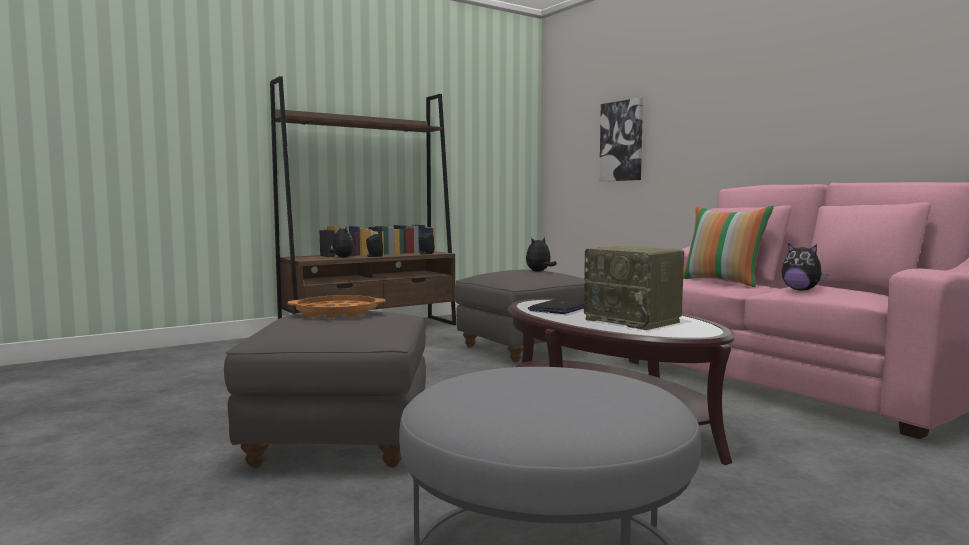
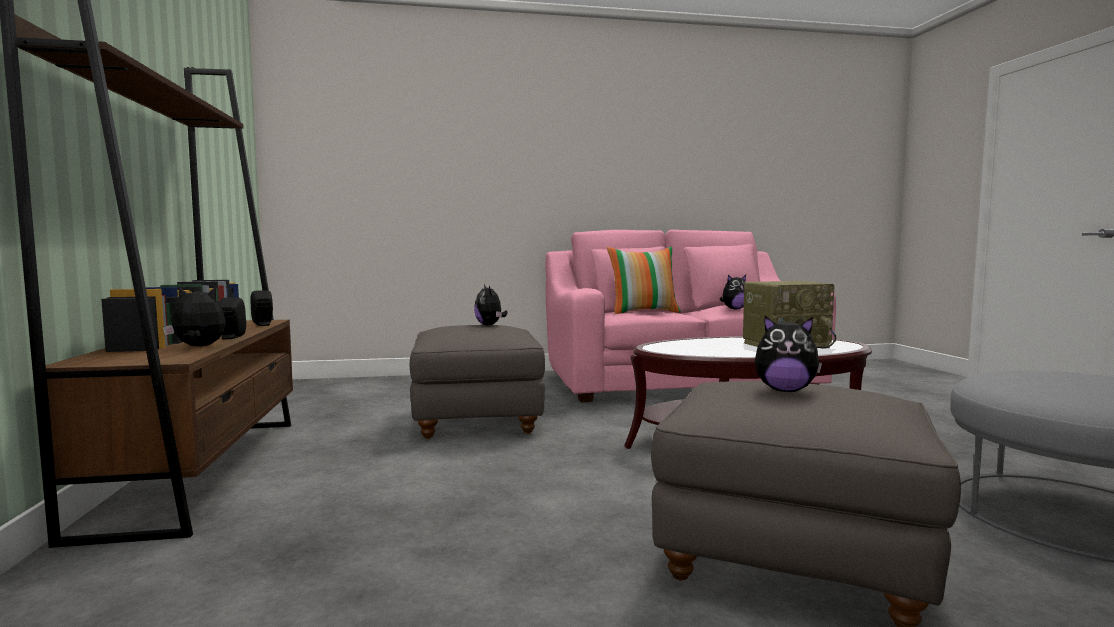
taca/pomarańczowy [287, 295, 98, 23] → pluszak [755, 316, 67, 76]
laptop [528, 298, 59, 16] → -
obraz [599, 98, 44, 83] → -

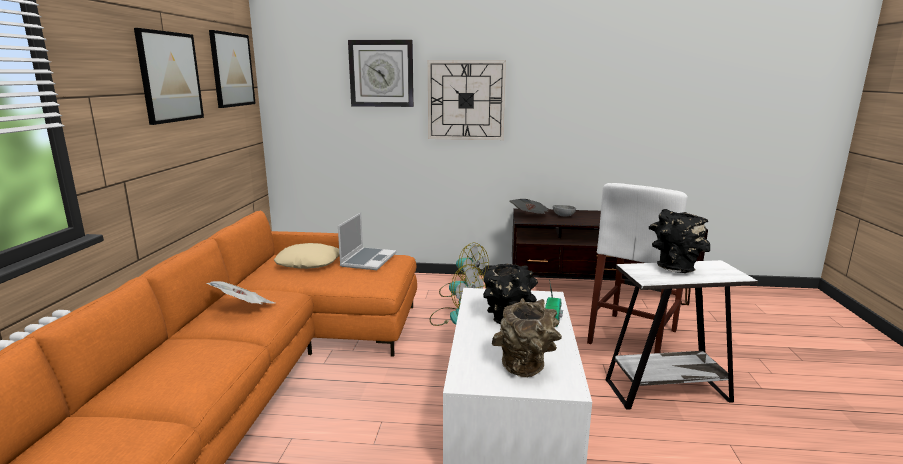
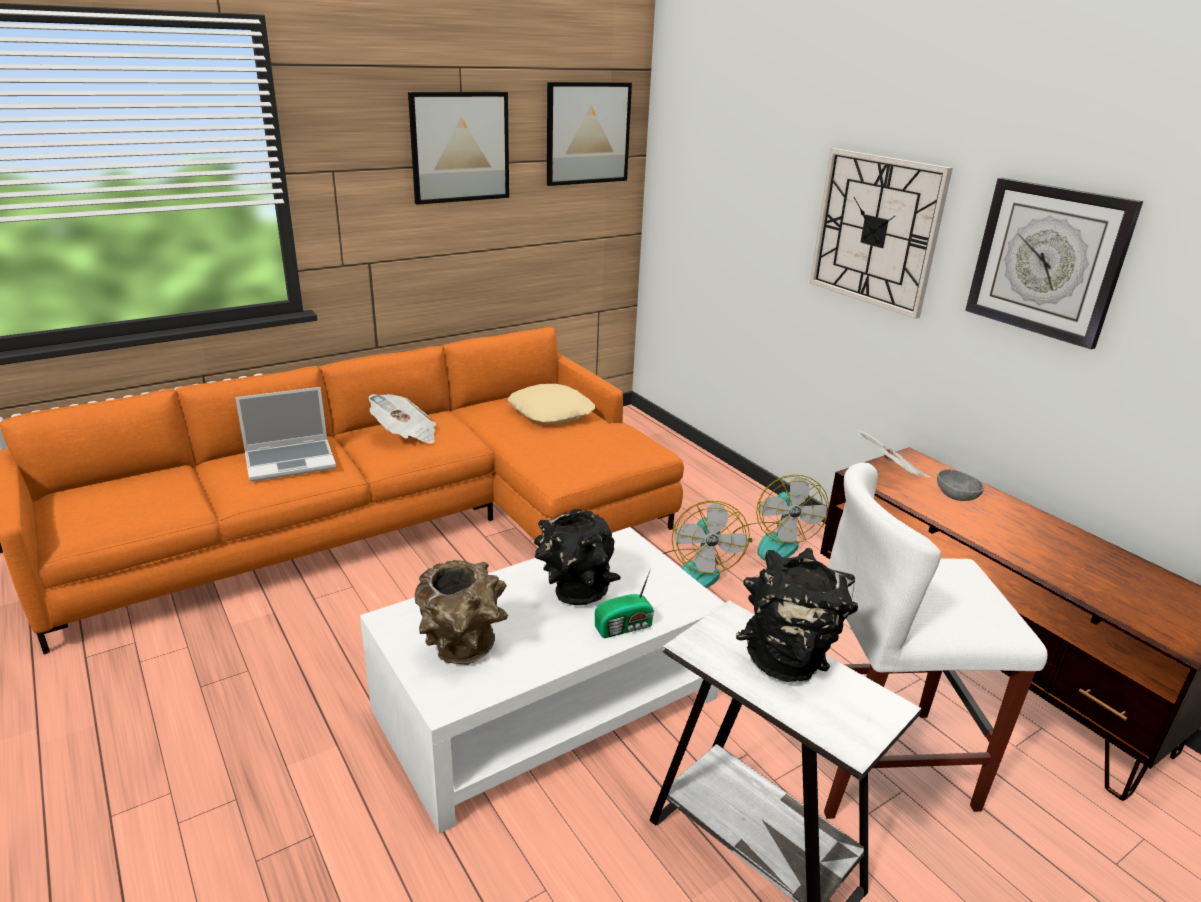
laptop [338, 213, 58, 57] → laptop [235, 387, 101, 95], relocated
zegar ścienny [348, 40, 66, 67] → zegar ścienny [965, 178, 178, 172], relocated

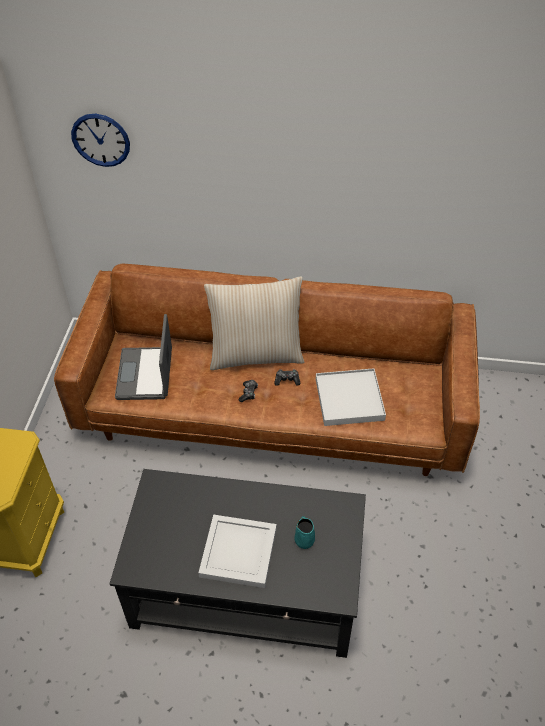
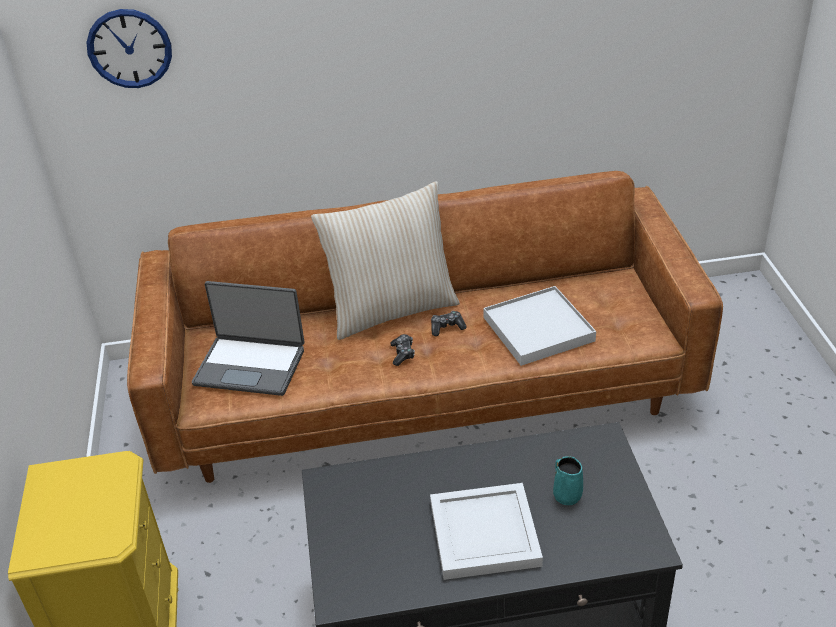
laptop [115, 314, 57, 86] → laptop [192, 281, 113, 115], 60 degrees counterclockwise

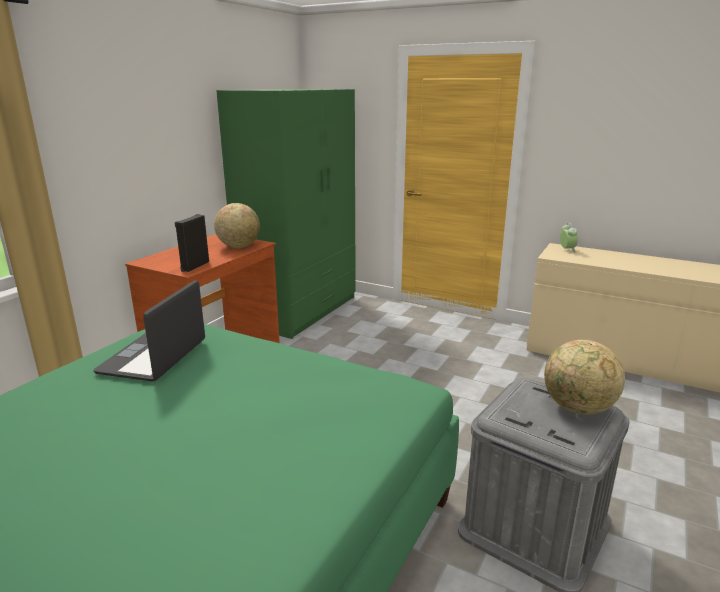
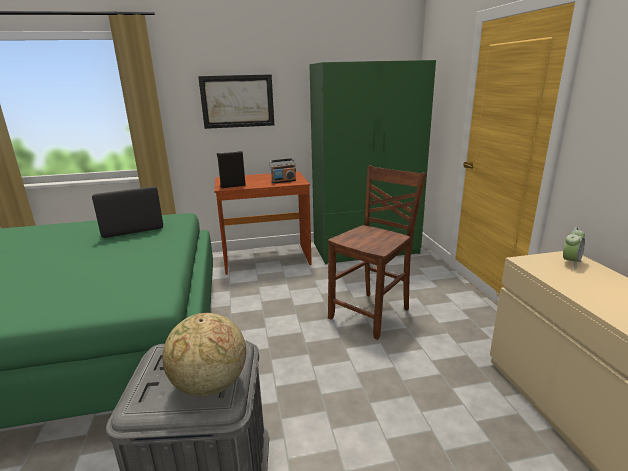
- → obraz [198, 74, 76, 55]
globus [214, 203, 46, 45] → radio [269, 158, 27, 26]
- → krzesło/brązowy [328, 165, 98, 175]

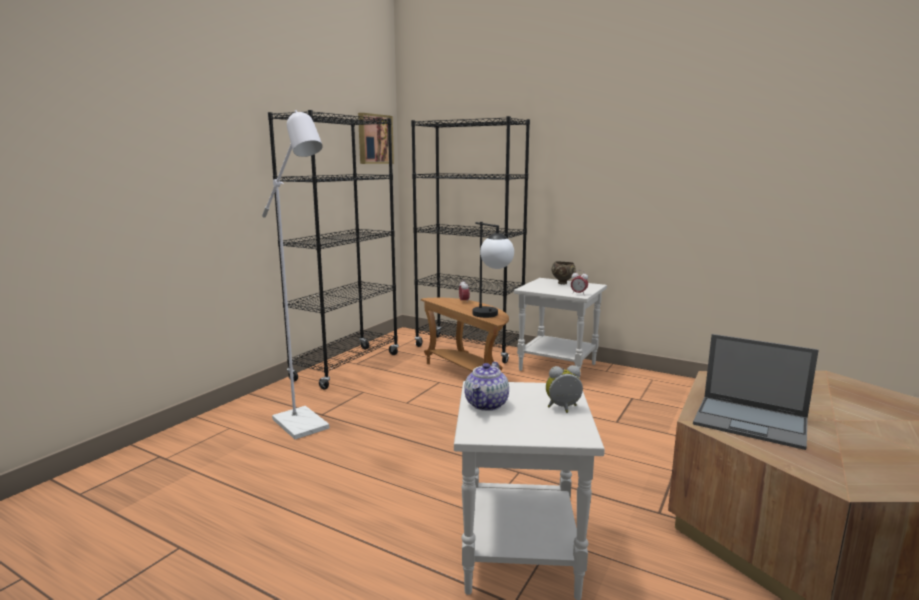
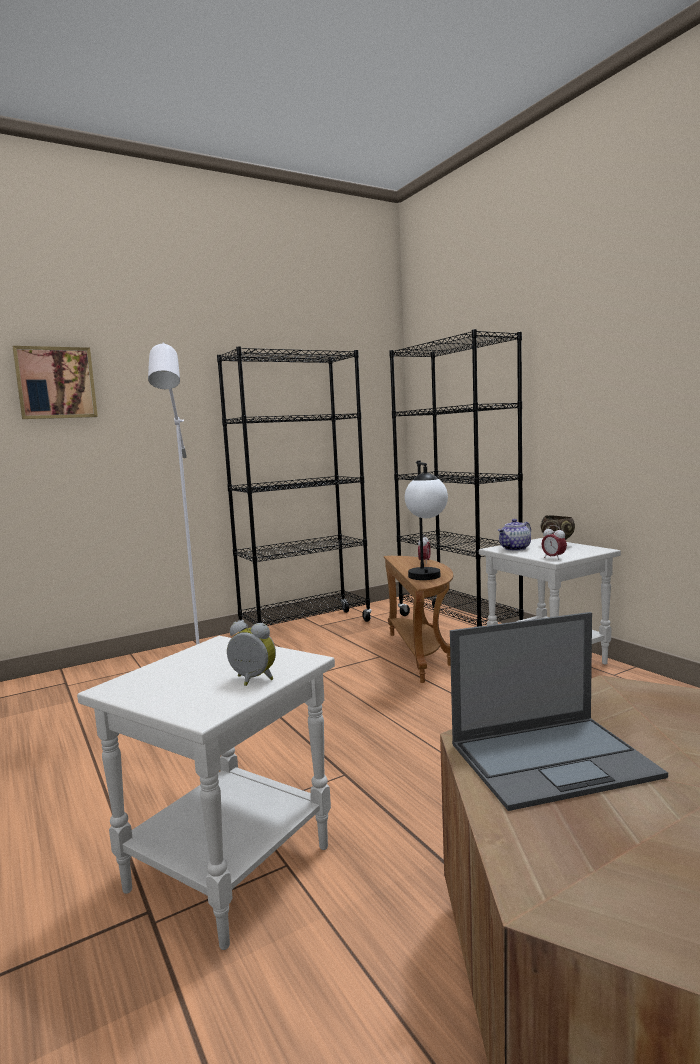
obraz [358, 113, 36, 51] → obraz [13, 346, 85, 73], relocated
laptop [693, 334, 126, 116] → laptop [450, 612, 218, 199], 75 degrees counterclockwise
imbryk [464, 362, 45, 49] → imbryk [498, 519, 33, 32], relocated

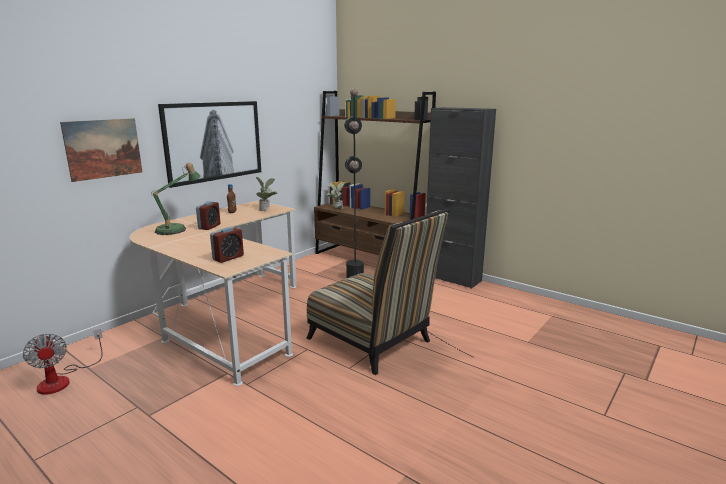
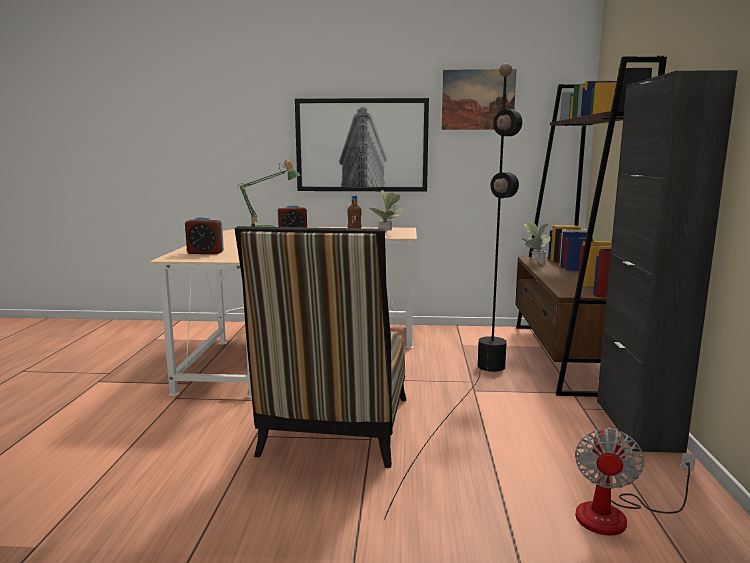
obraz [60, 118, 82, 64] → obraz [442, 69, 75, 61], relocated
wentylator [23, 329, 80, 66] → wentylator [575, 427, 121, 108], relocated

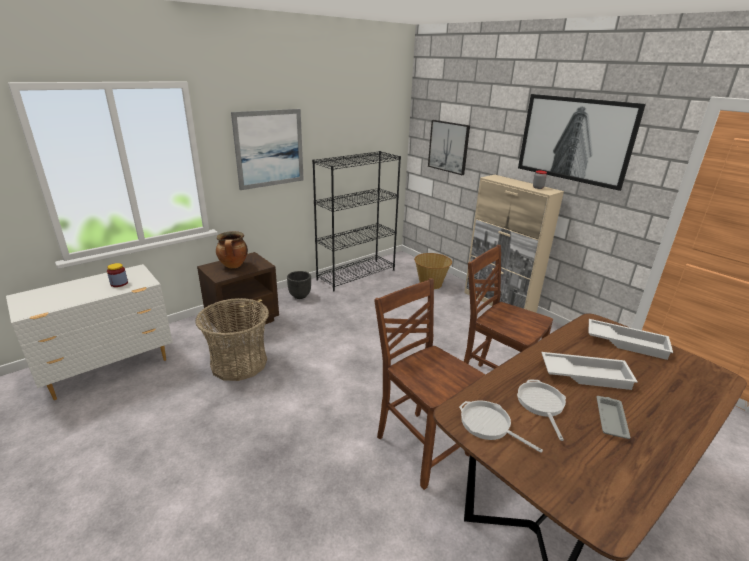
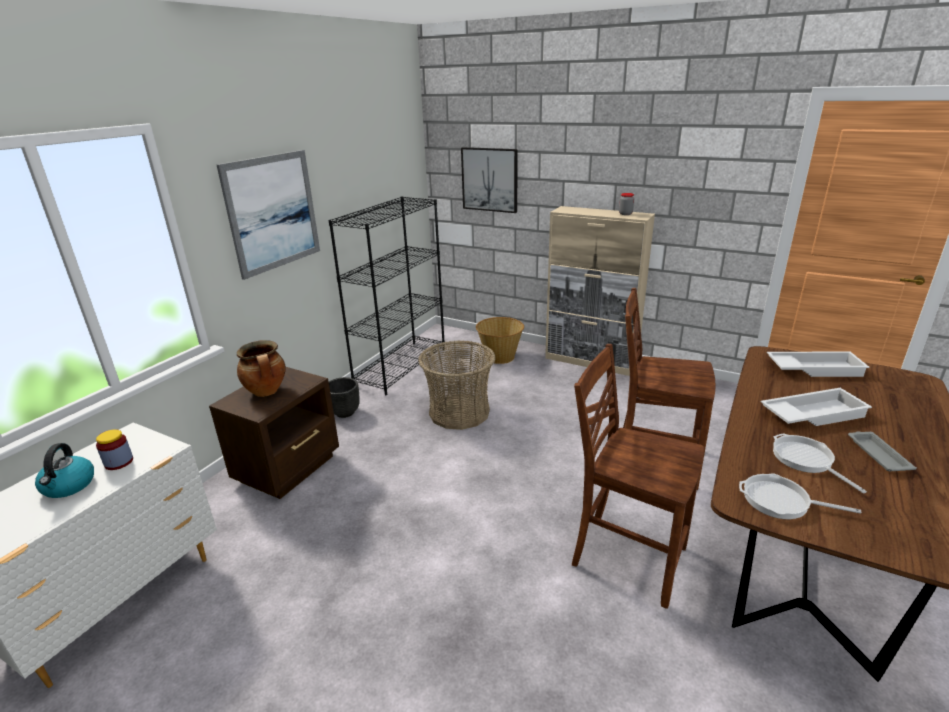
- → czajnik [35, 443, 59, 55]
koszyk [195, 298, 74, 83] → koszyk [418, 341, 78, 89], relocated
obraz [518, 94, 128, 97] → -

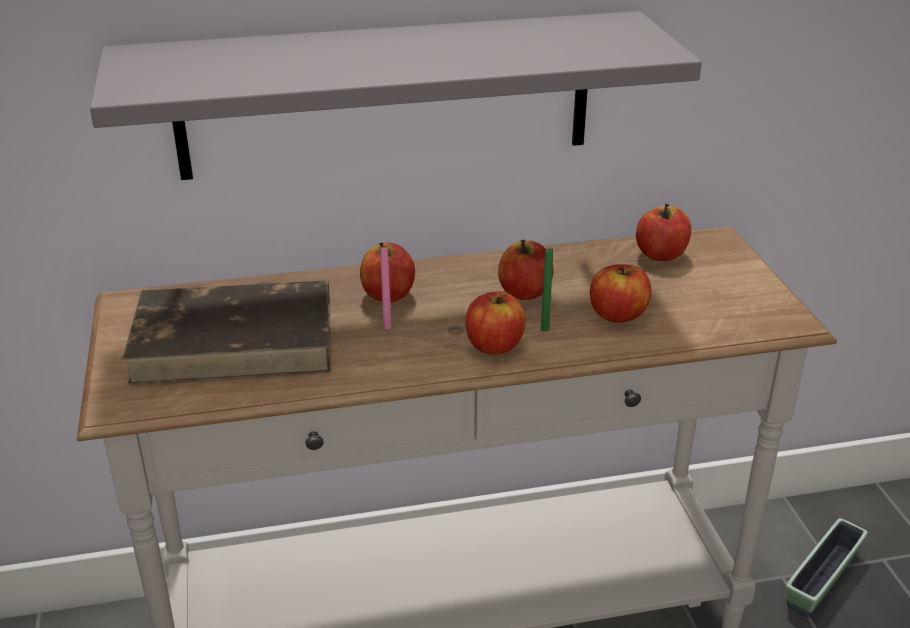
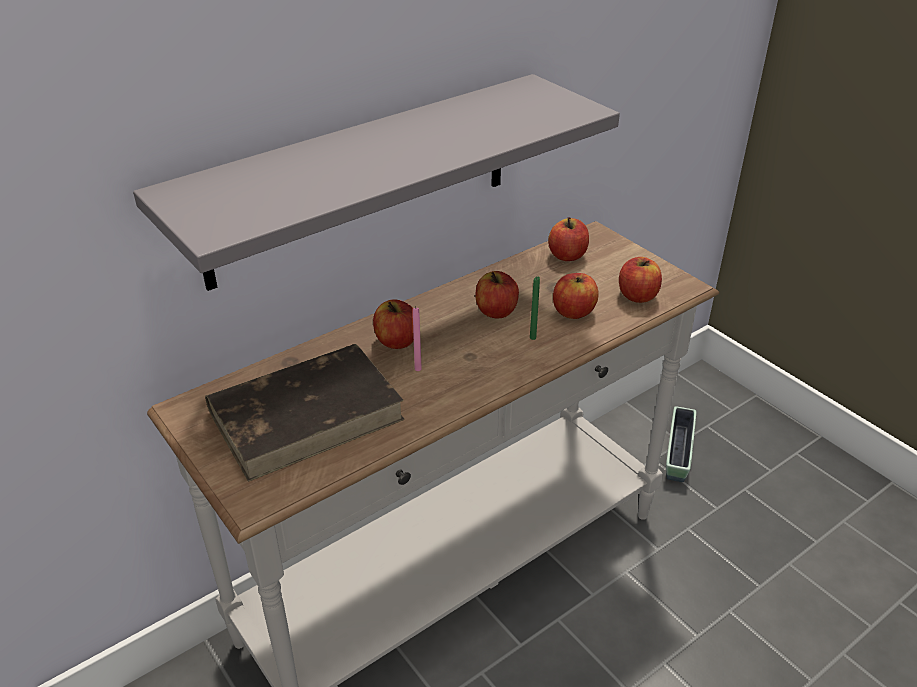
jabłko [466, 291, 60, 64] → jabłko [619, 257, 43, 46], relocated

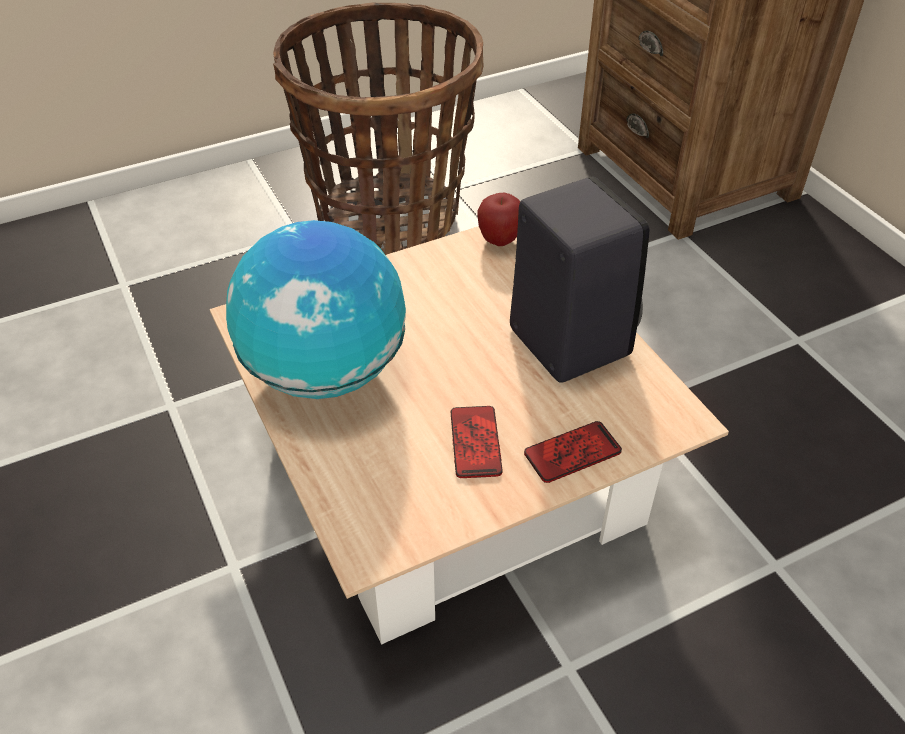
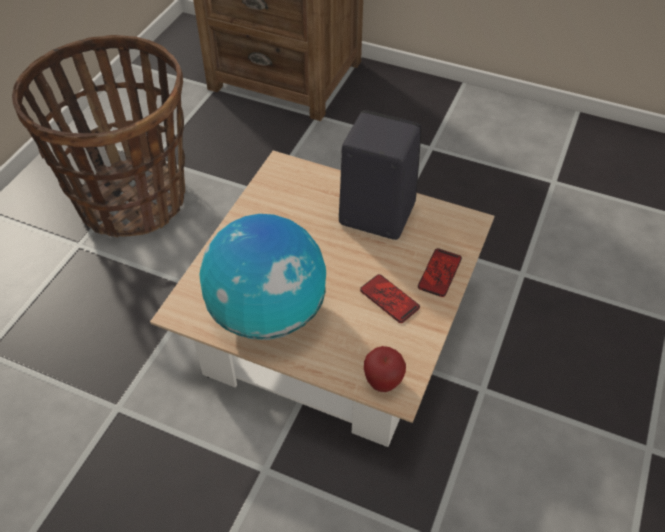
jabłko [477, 192, 43, 54] → jabłko [364, 346, 42, 46], relocated

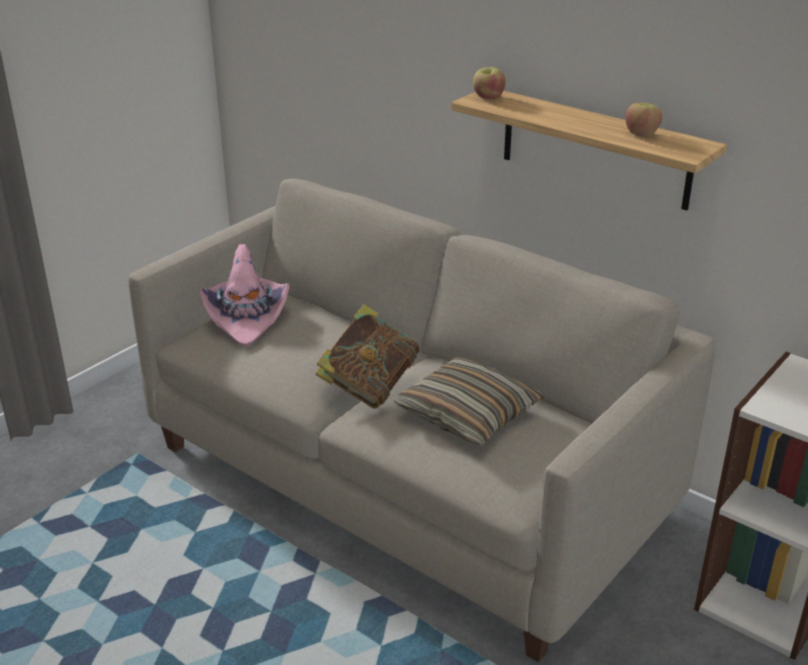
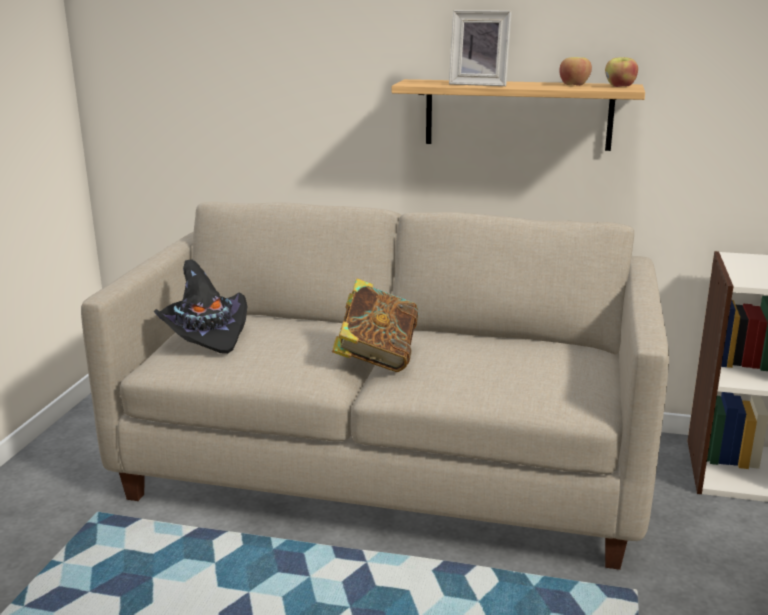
kapelusz/różowy [200, 244, 90, 103] → kapelusz/czarny [154, 259, 93, 95]
- → ramka na zdjęcie [449, 10, 63, 76]
jabłko [473, 67, 32, 32] → jabłko [605, 57, 33, 30], relocated
poduszka [394, 357, 151, 89] → -

